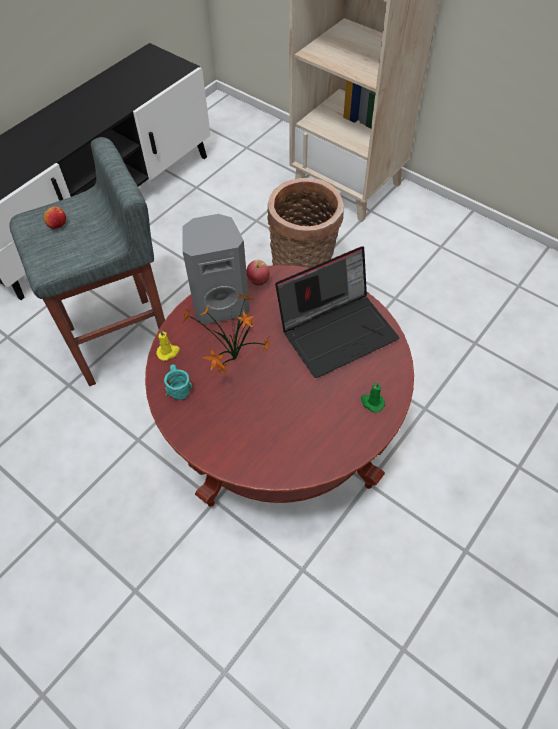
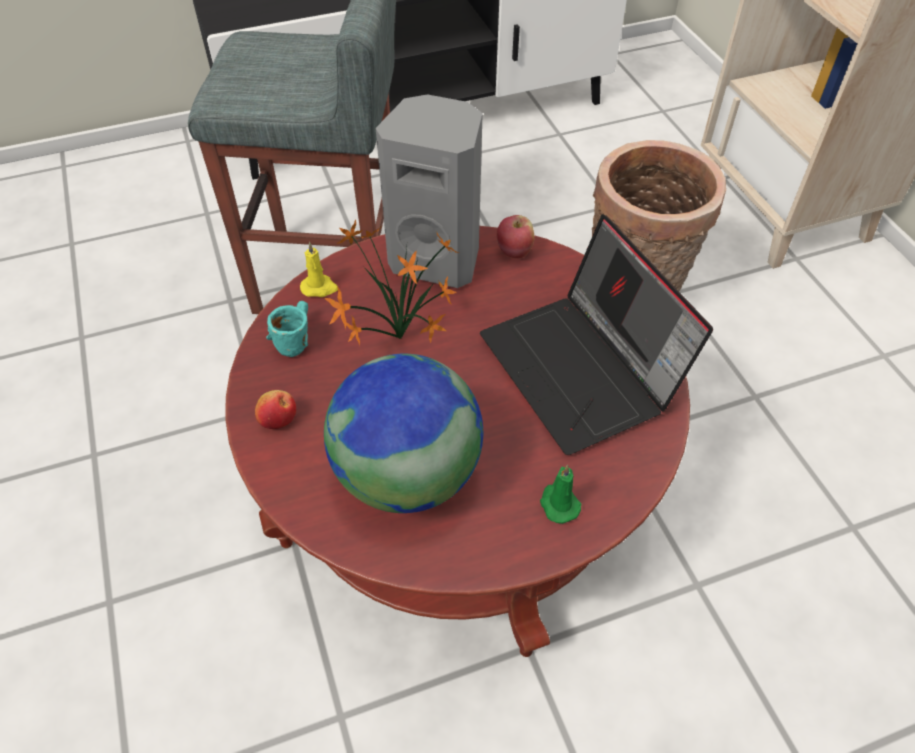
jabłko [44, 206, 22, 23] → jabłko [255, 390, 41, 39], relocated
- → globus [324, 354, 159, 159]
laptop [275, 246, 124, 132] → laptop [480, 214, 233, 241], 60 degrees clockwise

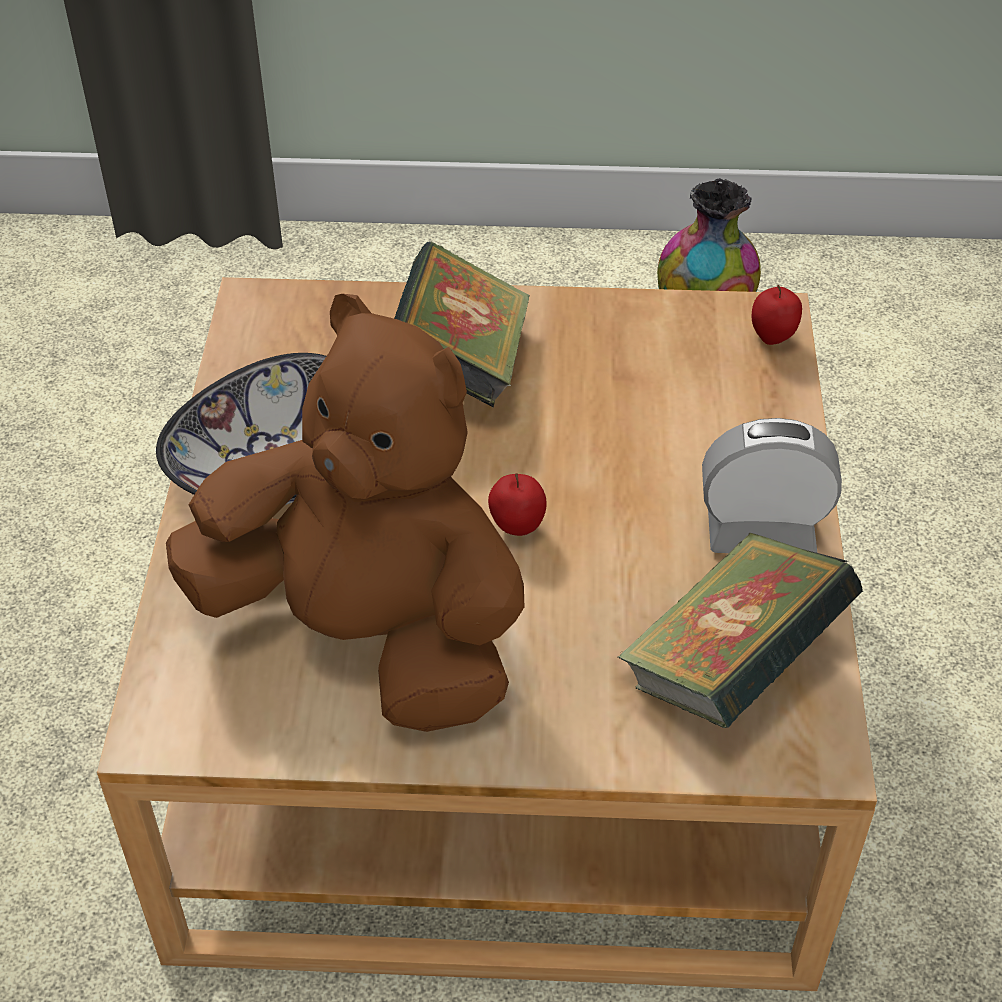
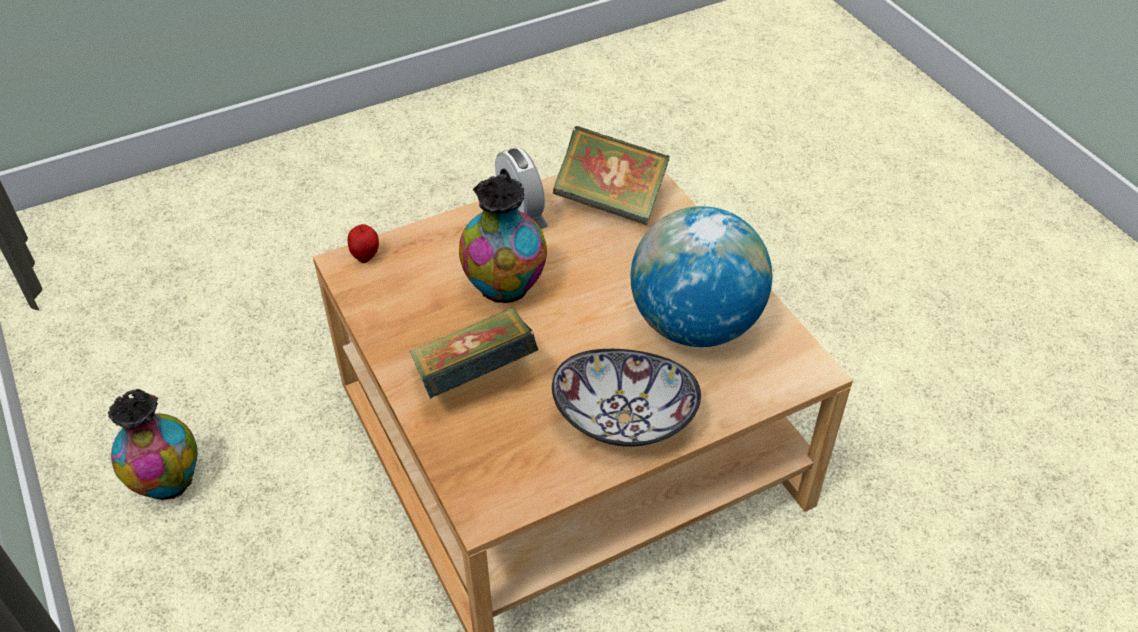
- → wazon [459, 174, 88, 129]
pluszak/brązowy [166, 294, 358, 438] → globus [630, 206, 142, 141]
jabłko [488, 473, 59, 63] → -

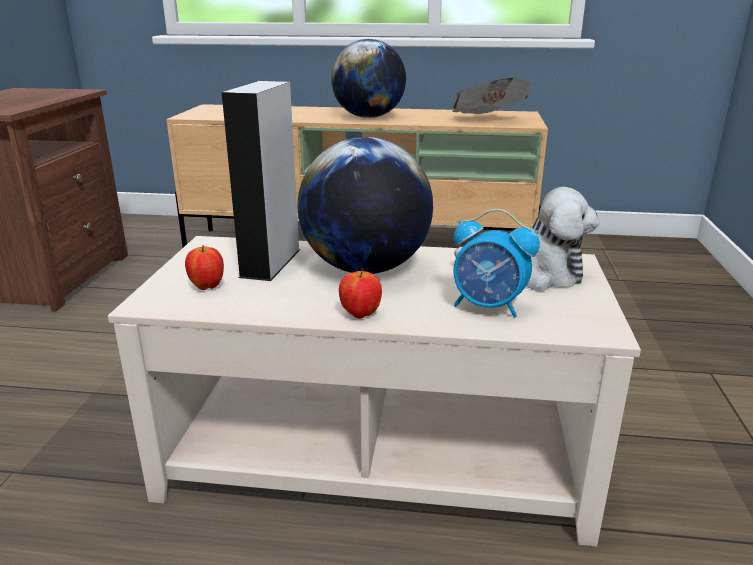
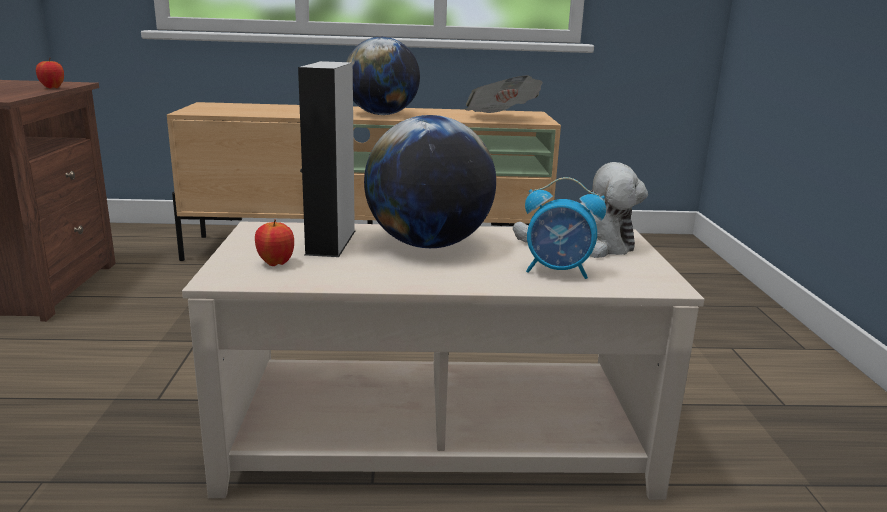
jabłko [339, 267, 43, 52] → jabłko [36, 58, 28, 30], relocated

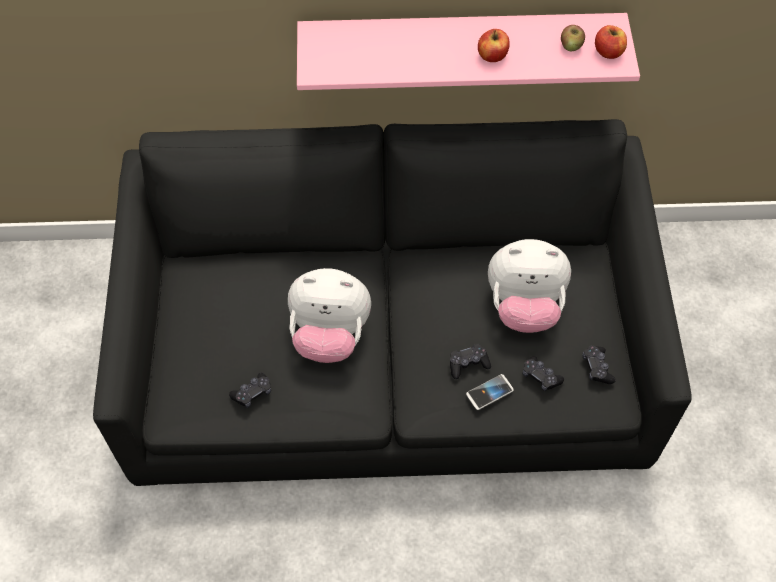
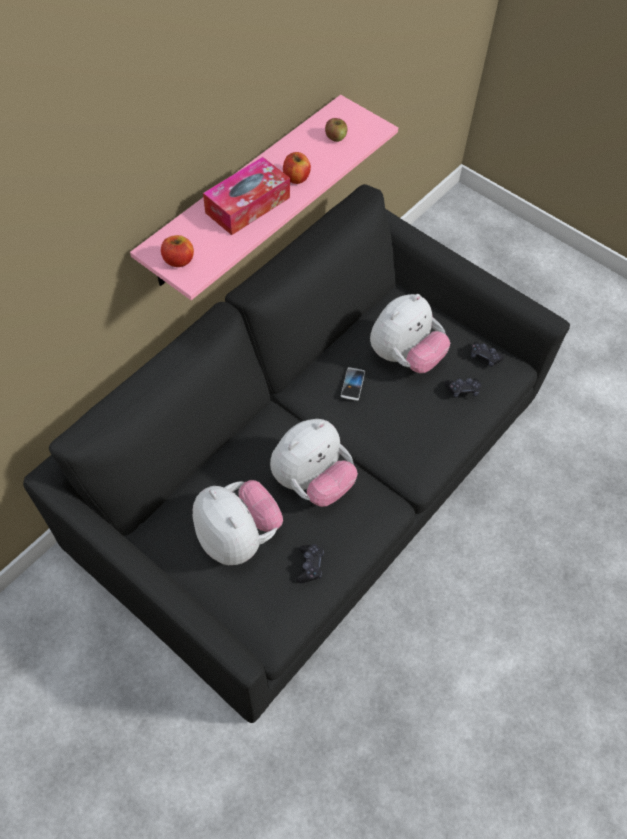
jabłko [595, 25, 32, 34] → jabłko [161, 235, 33, 32], relocated
- → pluszak [193, 480, 90, 85]
- → pudełko chusteczek [203, 157, 87, 78]
telefon [466, 374, 48, 36] → telefon [341, 367, 24, 34], relocated
pad do gier/czarny [450, 344, 41, 35] → -

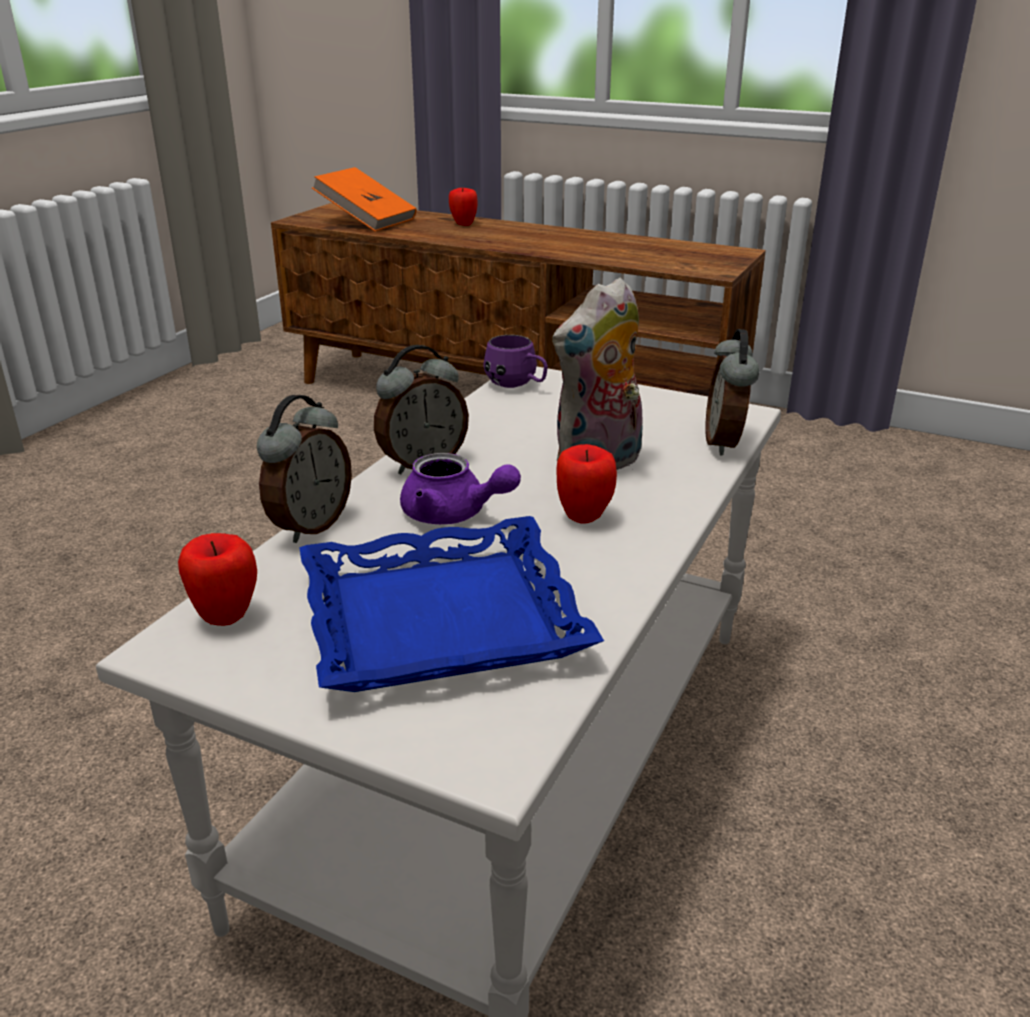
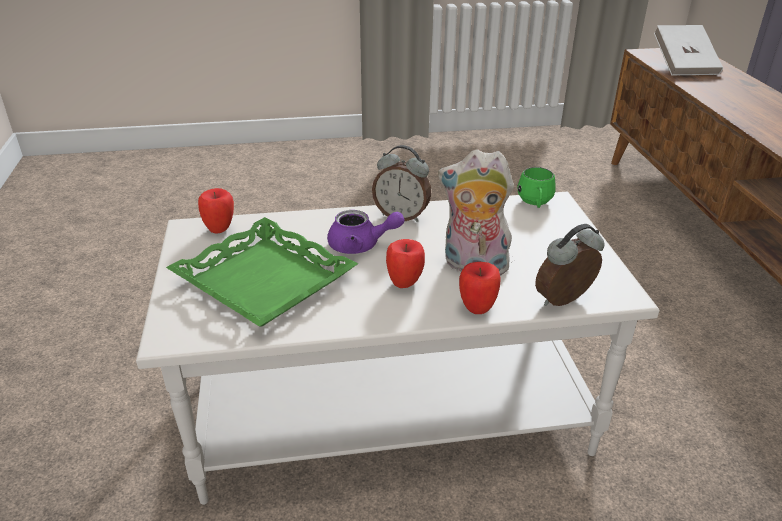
taca/niebieski [299, 516, 305, 176] → taca/zielony [166, 217, 192, 110]
imbryk/fioletowy [400, 453, 121, 71] → imbryk/fioletowy [327, 210, 77, 44], 75 degrees counterclockwise
jabłko [449, 188, 29, 38] → jabłko [459, 262, 41, 52], relocated
kubek/fioletowy [483, 335, 65, 53] → kubek/zielony [517, 167, 39, 41]
książka/pomarańczowy [312, 167, 105, 64] → książka/biały [654, 25, 69, 50]
budzik [257, 395, 95, 148] → -

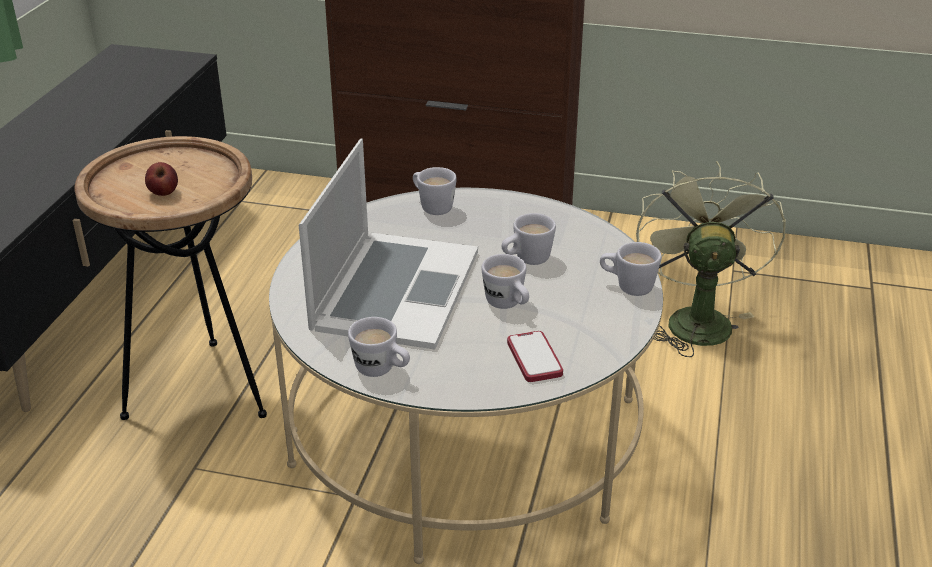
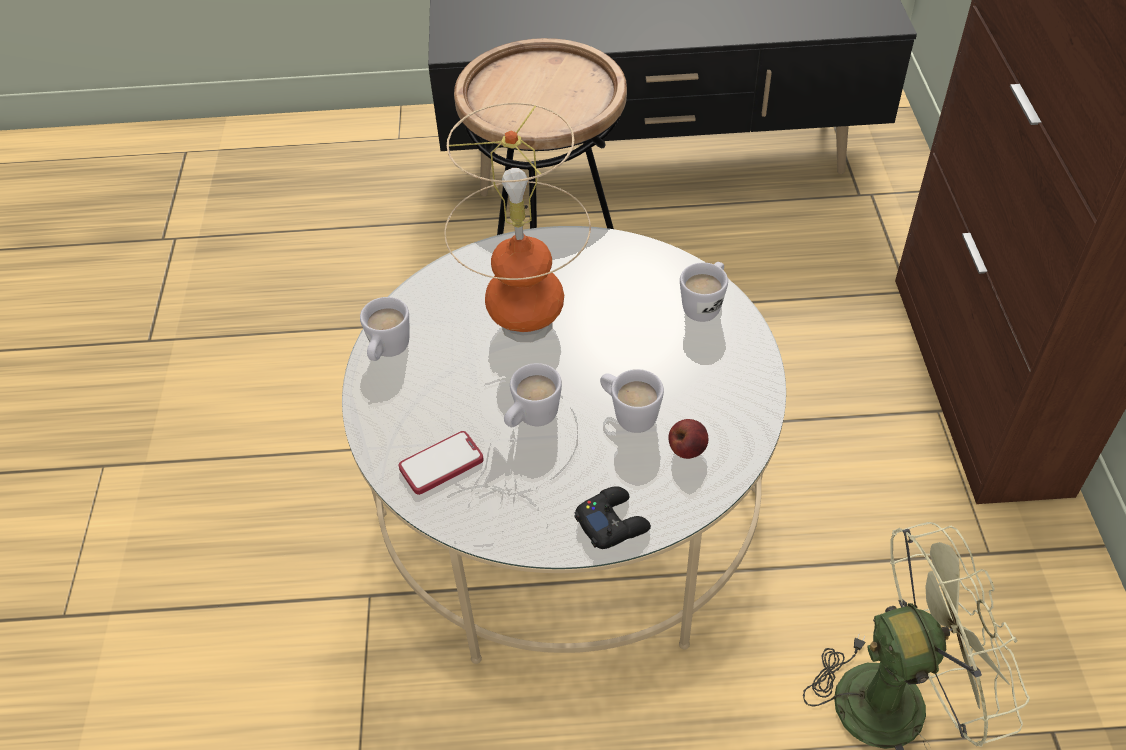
laptop [299, 138, 179, 211] → lampa stołowa [444, 103, 147, 239]
kubek/biały [600, 242, 62, 54] → pad do gier/czarny [574, 486, 77, 63]
jabłko [145, 162, 33, 34] → jabłko [668, 419, 40, 40], relocated

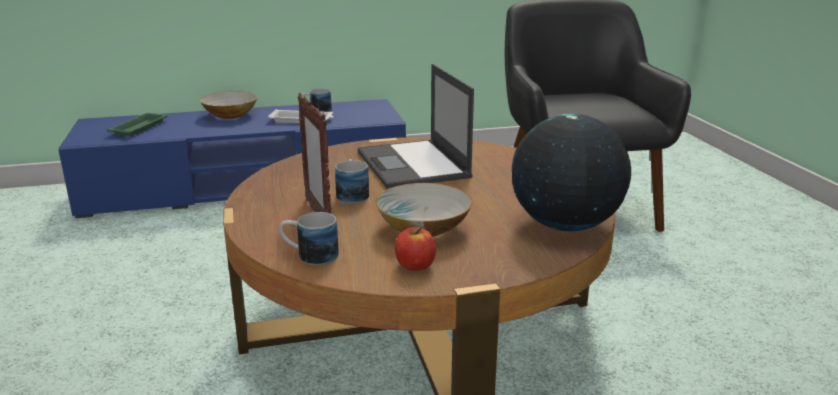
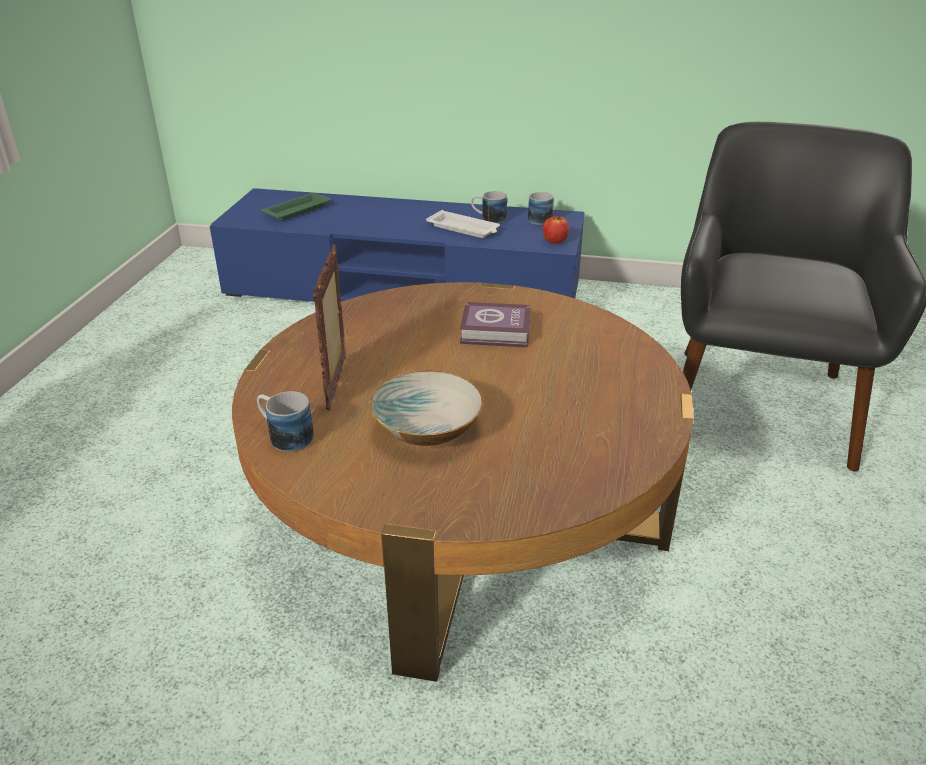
laptop [358, 64, 116, 125] → książka [460, 302, 71, 45]
kubek [335, 159, 34, 45] → kubek [528, 191, 26, 34], relocated
jabłko [395, 227, 41, 44] → jabłko [543, 216, 26, 28], relocated
miska [200, 91, 58, 28] → -
globus [512, 114, 119, 117] → -

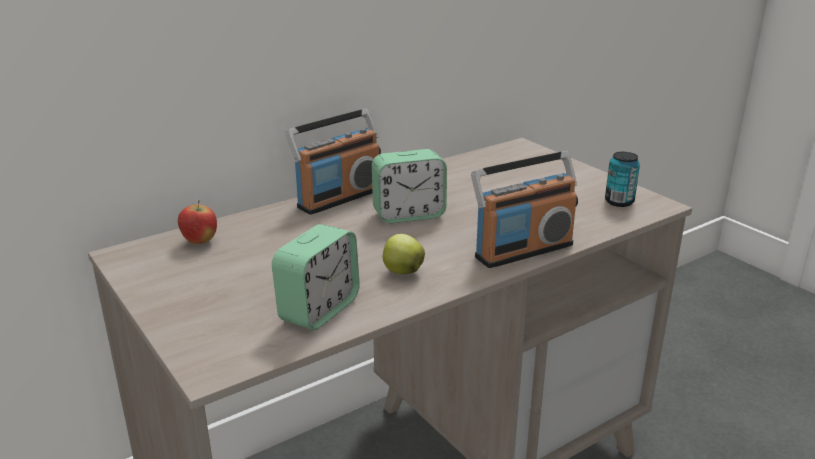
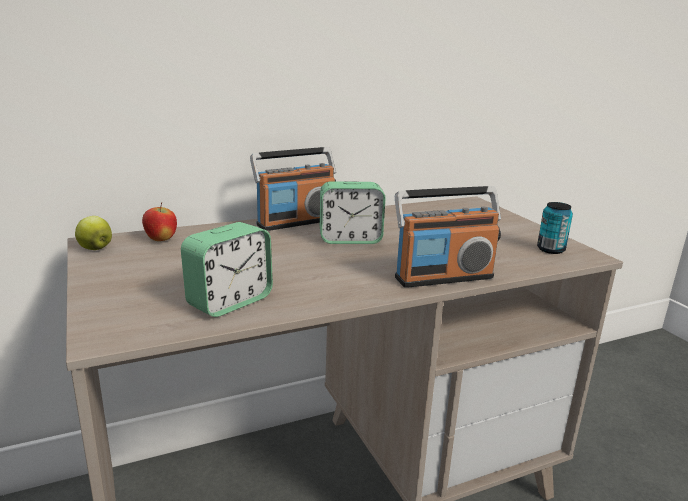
jabłko [383, 234, 42, 40] → jabłko [75, 216, 37, 34], relocated

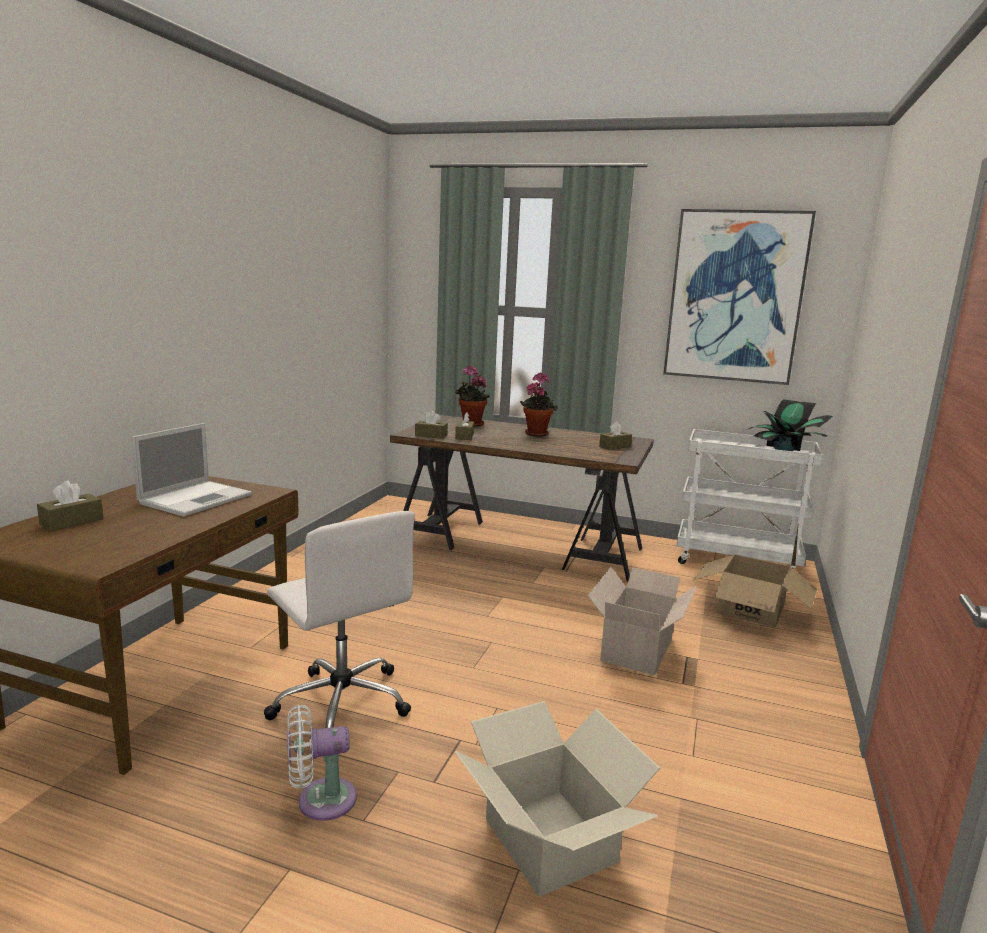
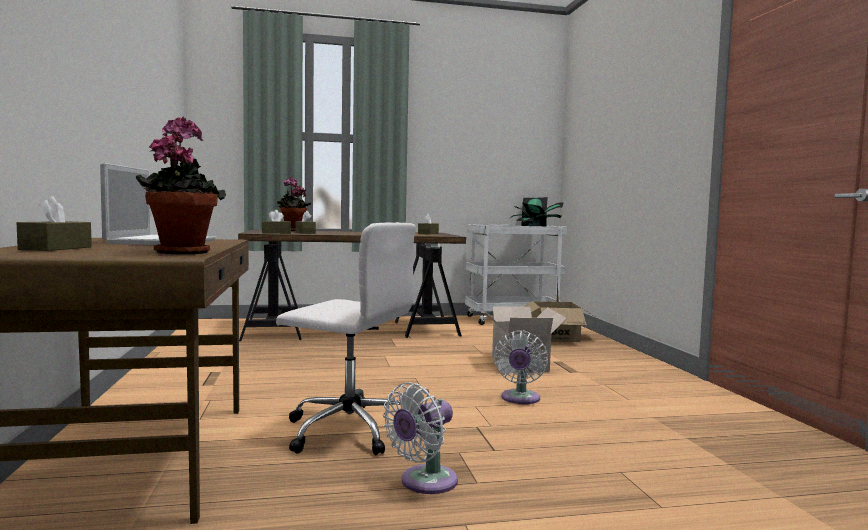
roślina doniczkowa [520, 372, 38, 65] → roślina doniczkowa [136, 117, 90, 137], relocated
- → wentylator/biały [494, 331, 54, 73]
karton [455, 701, 205, 196] → -
obraz [663, 209, 153, 176] → -

